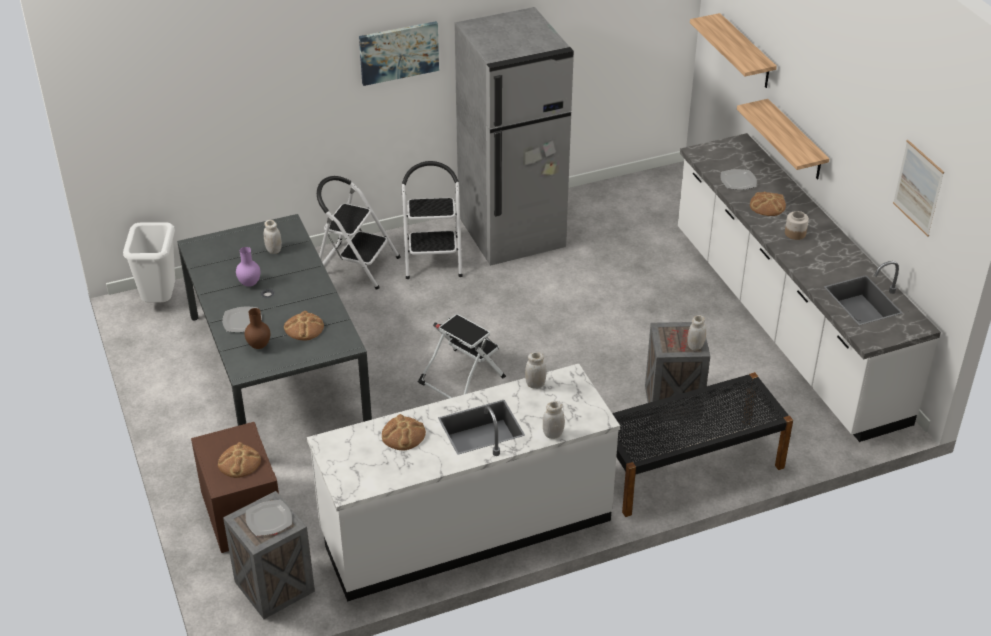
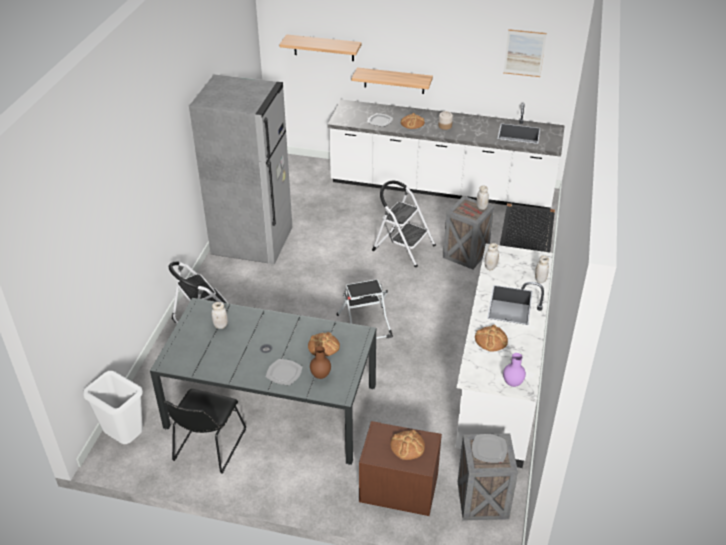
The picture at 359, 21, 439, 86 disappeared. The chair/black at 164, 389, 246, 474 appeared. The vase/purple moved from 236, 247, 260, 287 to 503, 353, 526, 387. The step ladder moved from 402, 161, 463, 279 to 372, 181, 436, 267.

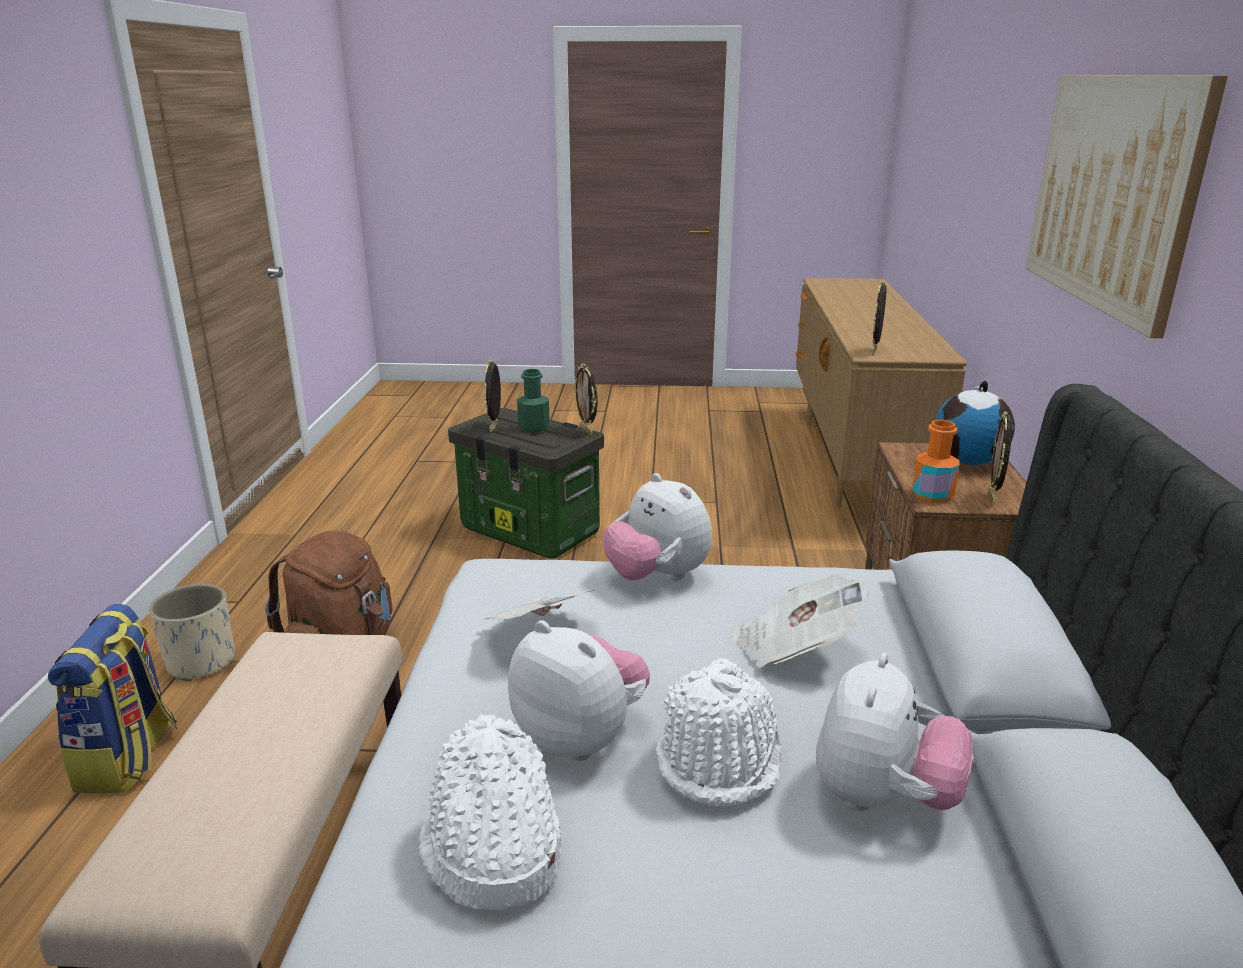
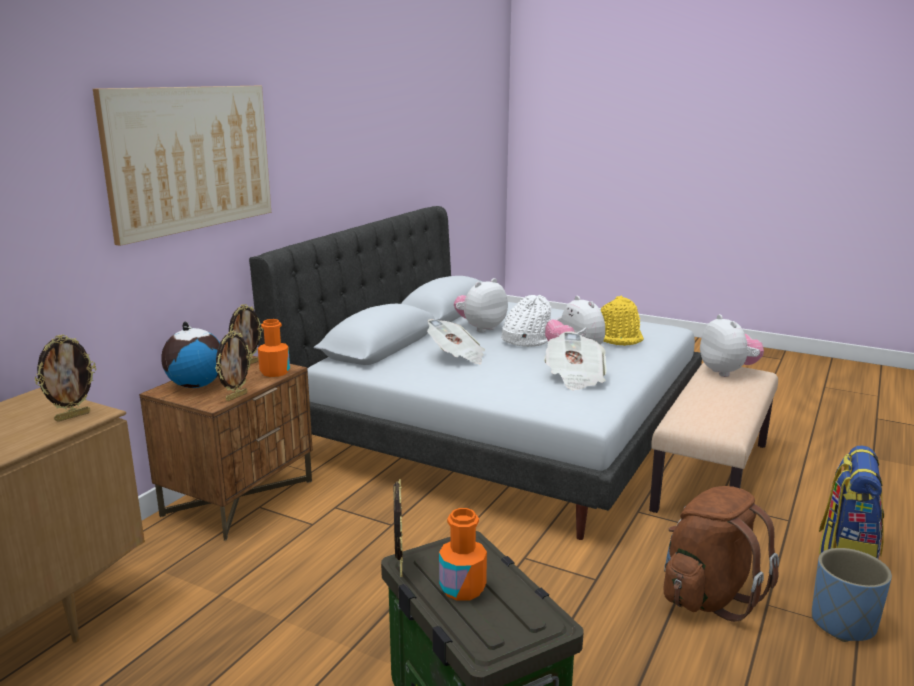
The picture frame moved from 484, 360, 501, 432 to 215, 330, 252, 401. The plush toy moved from 603, 473, 712, 581 to 700, 314, 764, 377. The planter/beige at 149, 584, 235, 681 became the planter/blue at 812, 548, 892, 642. The hat/white at 419, 714, 561, 910 became the hat/yellow at 601, 296, 644, 346. The bottle/green at 517, 369, 550, 432 became the bottle/orange at 439, 508, 487, 601.

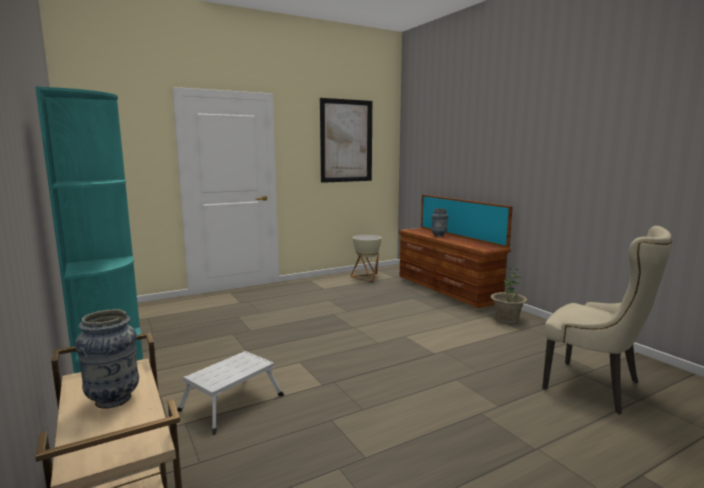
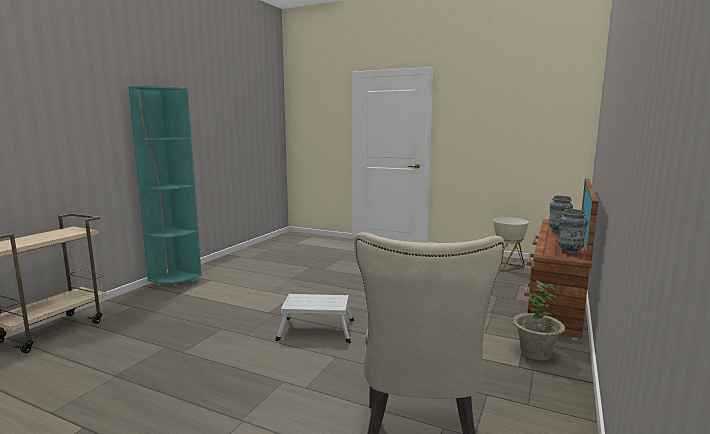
The picture at 320, 98, 372, 183 disappeared. The vase moved from 75, 309, 139, 409 to 558, 209, 587, 254. The step ladder/white moved from 177, 351, 284, 435 to 275, 294, 354, 343.

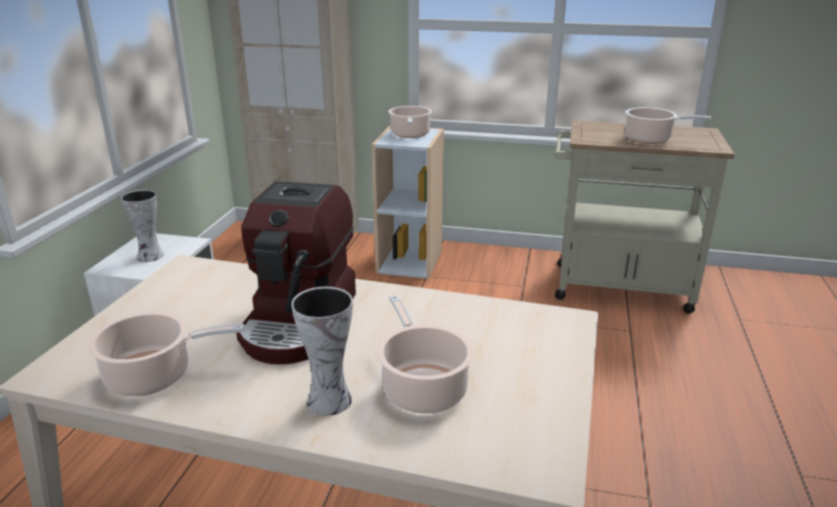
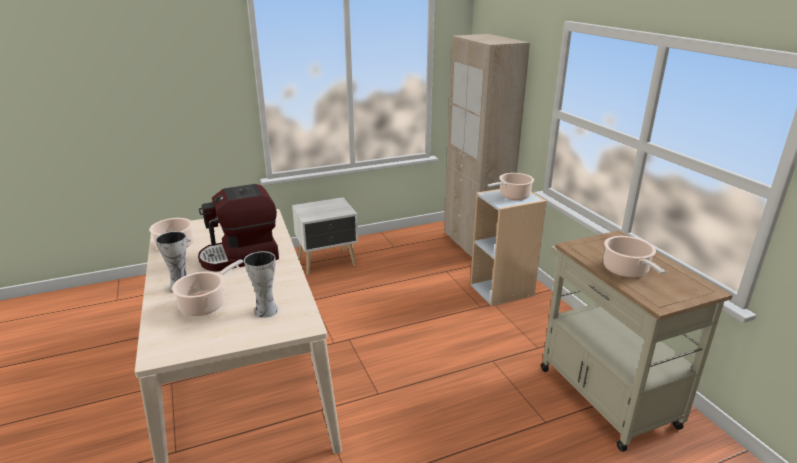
The vase moved from 121, 190, 164, 262 to 244, 251, 278, 318.

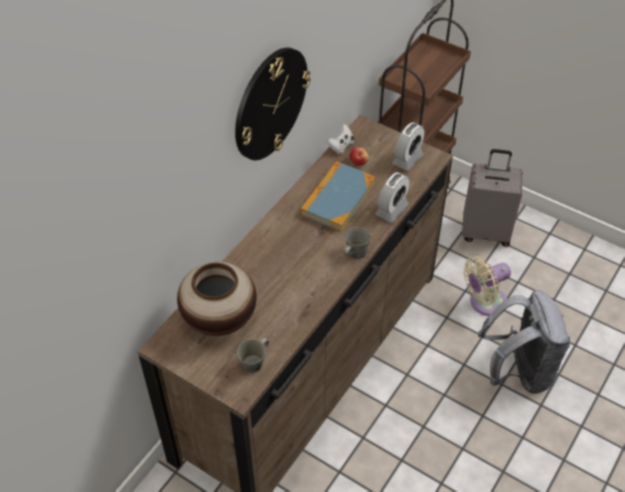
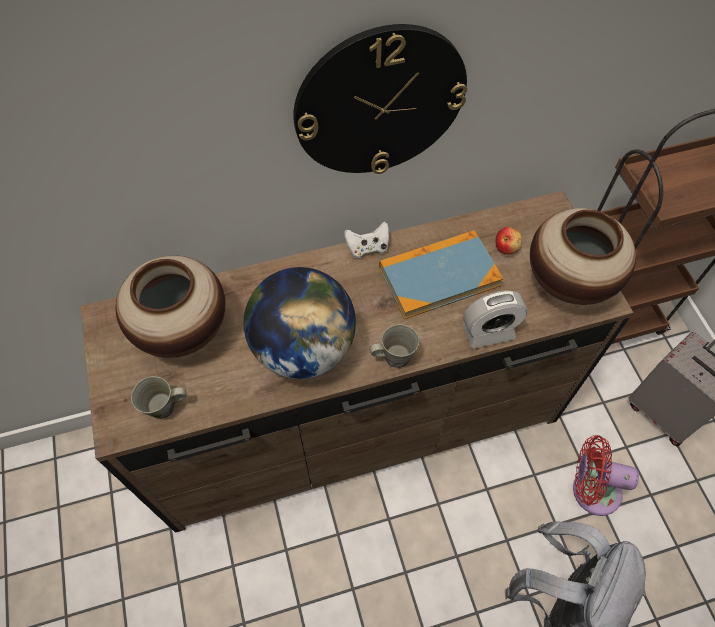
The globe at 244, 267, 356, 379 appeared. The game controller/white moved from 326, 124, 354, 154 to 344, 221, 389, 258. The alarm clock at 392, 122, 424, 171 was replaced by the vase at 530, 208, 636, 305. The fan/beige at 463, 256, 511, 316 became the fan/red at 573, 435, 639, 516.

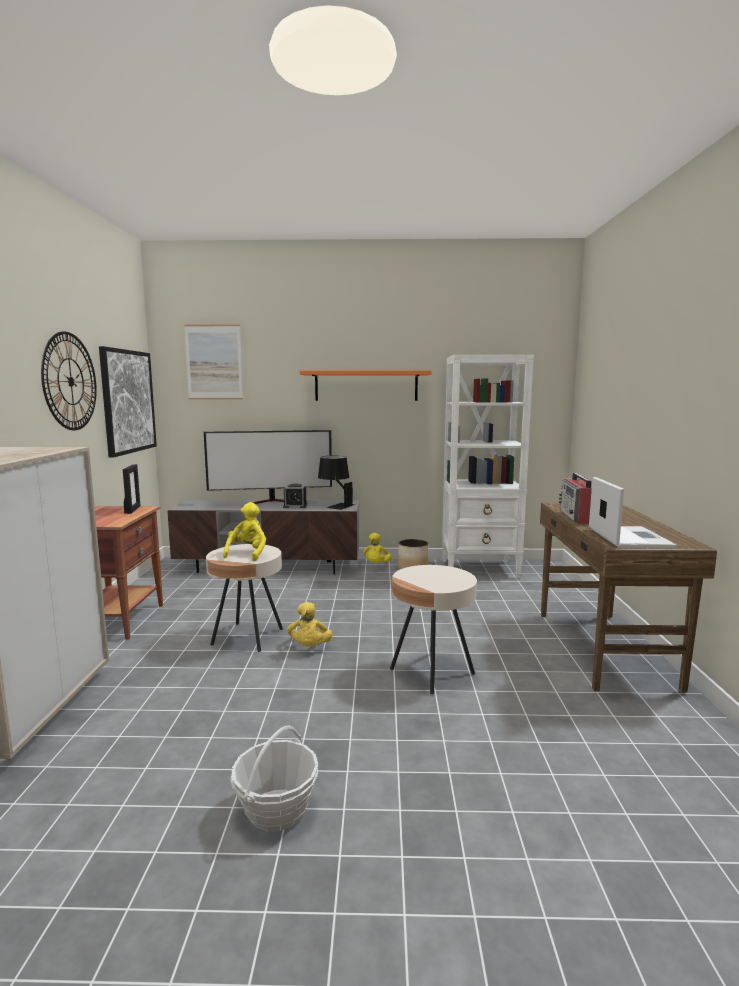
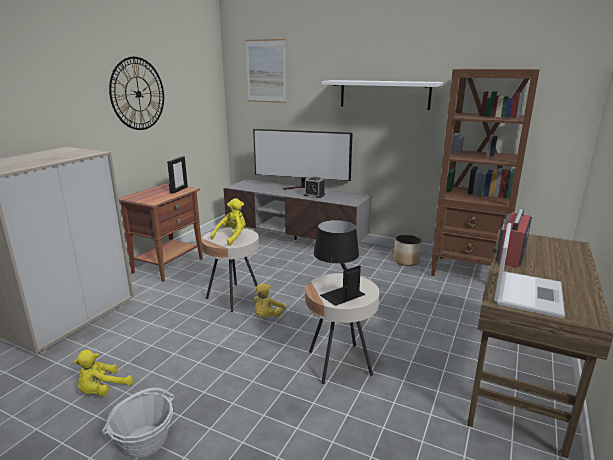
The picture at 99, 346, 157, 458 disappeared. The table lamp/black moved from 318, 456, 355, 510 to 314, 220, 365, 306. The plush toy/yellow moved from 363, 533, 392, 563 to 73, 350, 133, 396. The shelf/orange at 300, 370, 432, 401 became the shelf/white at 322, 80, 443, 110. The bookcase/white at 442, 354, 534, 578 became the bookcase/brown at 431, 69, 540, 276.

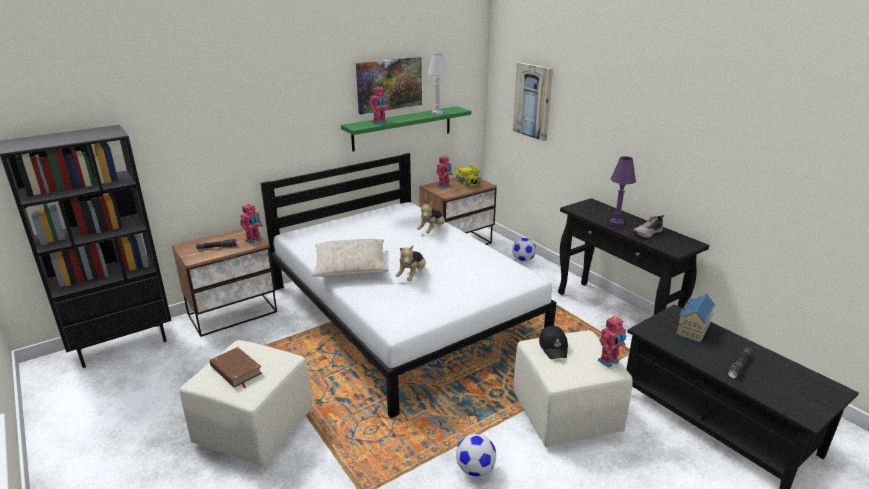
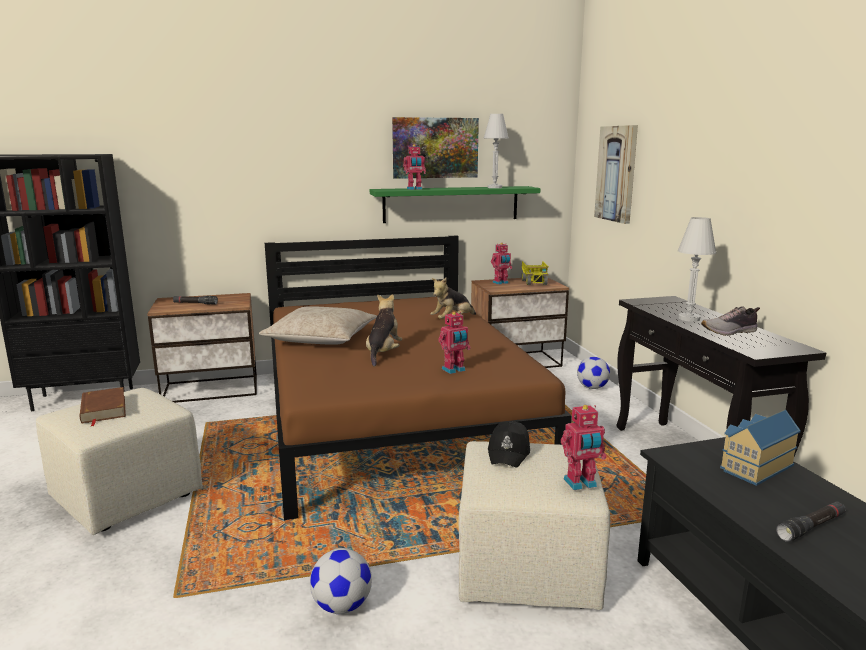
The toy robot moved from 240, 203, 263, 244 to 438, 312, 471, 374. The bed/white at 261, 153, 557, 418 became the bed/brown at 265, 235, 572, 520. The table lamp/purple at 610, 156, 636, 226 became the table lamp/white at 678, 217, 716, 322. The plush toy at 395, 246, 426, 281 turned 150 degrees clockwise.

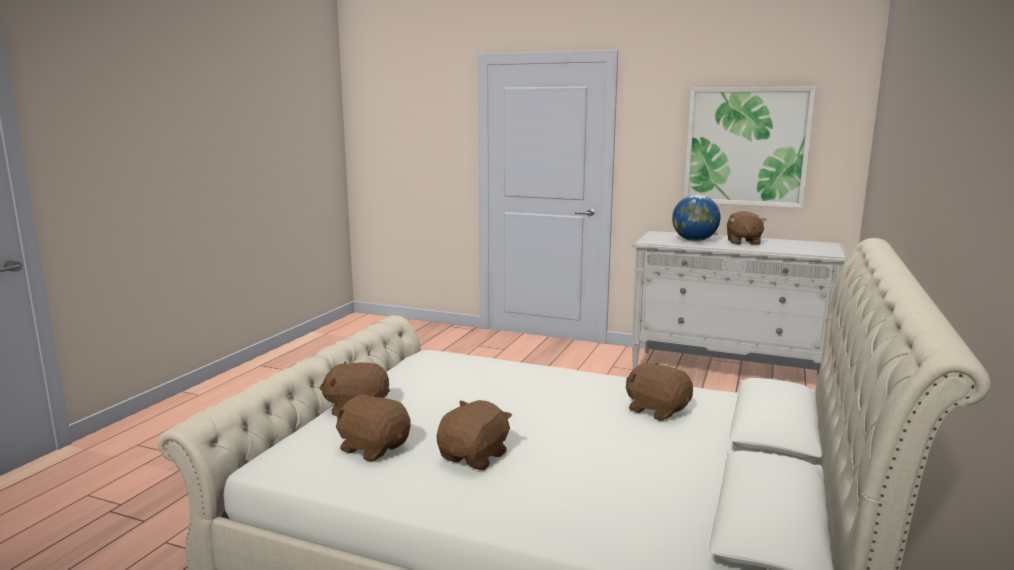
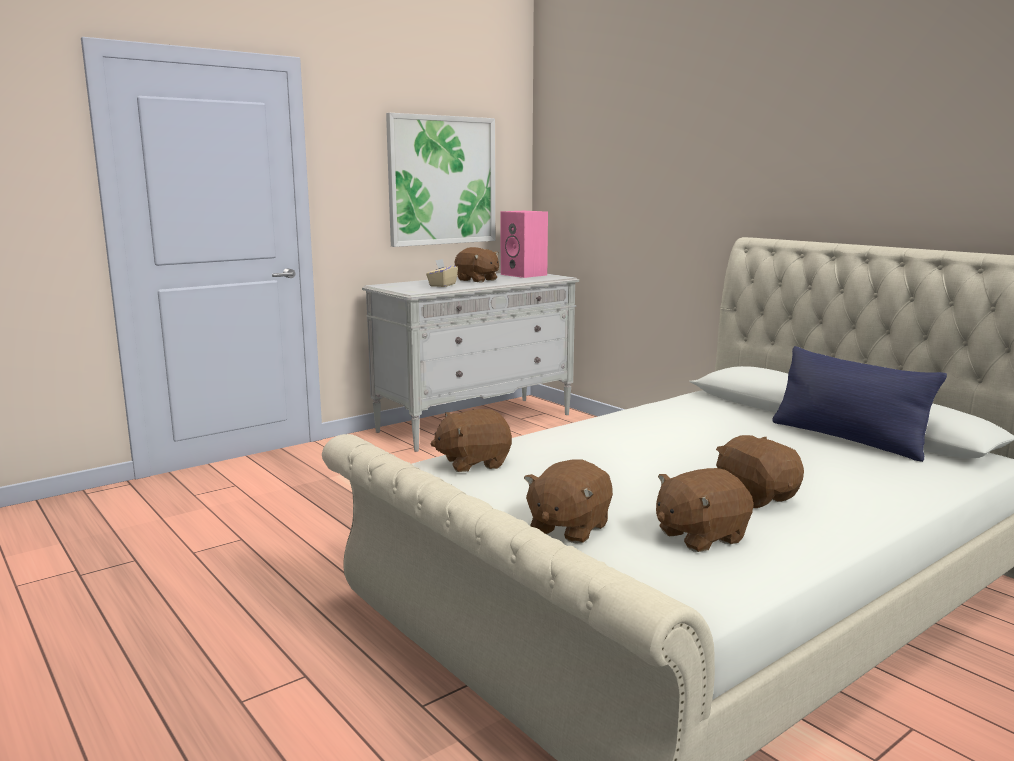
The speaker/pink at 501, 211, 548, 278 appeared. The pillow/blue at 772, 346, 947, 462 appeared. The plush toy/brown moved from 626, 362, 693, 421 to 431, 409, 512, 472. The globe at 672, 195, 720, 241 was replaced by the tissue box/beige at 426, 259, 458, 287.

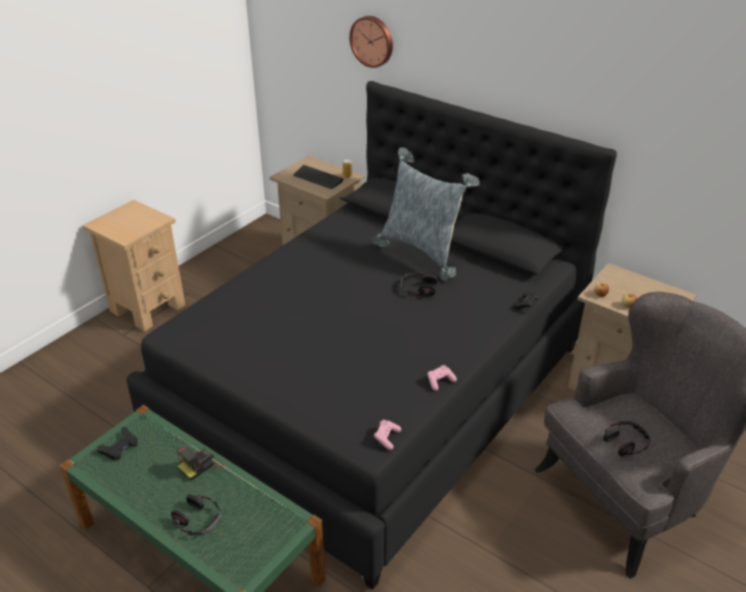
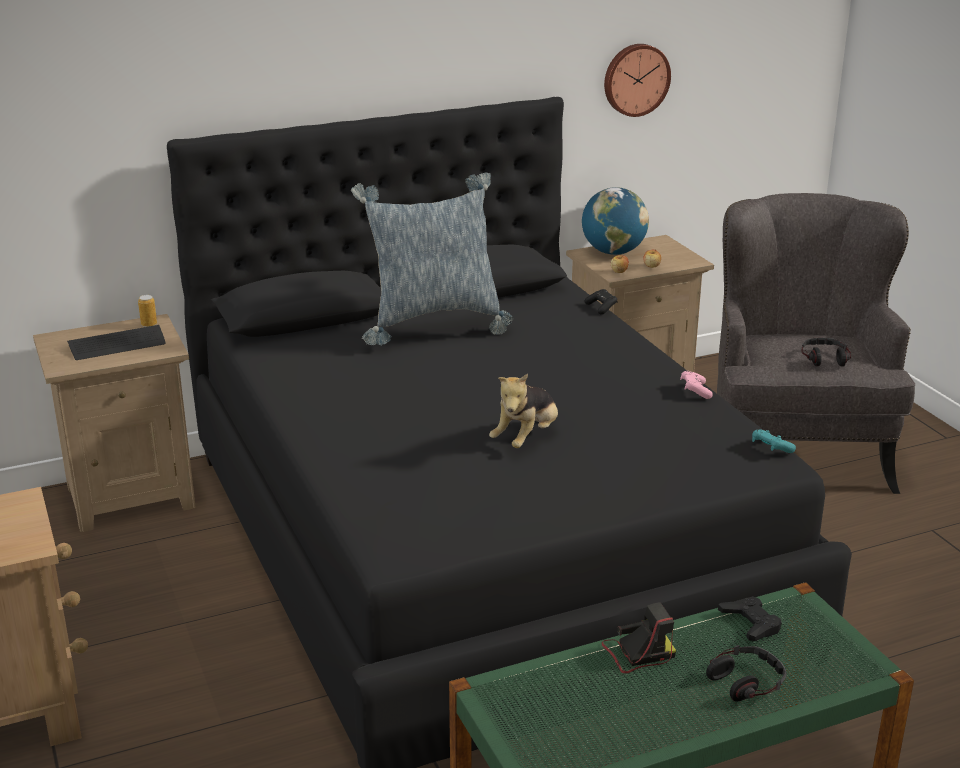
The headphones at 400, 272, 438, 296 disappeared. The plush toy at 489, 374, 558, 448 appeared. The globe at 582, 187, 649, 255 appeared. The game controller/black moved from 97, 427, 138, 461 to 718, 596, 782, 641. The wall clock moved from 349, 16, 393, 68 to 604, 44, 671, 117. The game controller/pink at 374, 420, 401, 450 became the game controller/turquoise at 752, 429, 796, 453. The photo camera at 177, 446, 225, 481 turned 90 degrees counterclockwise.

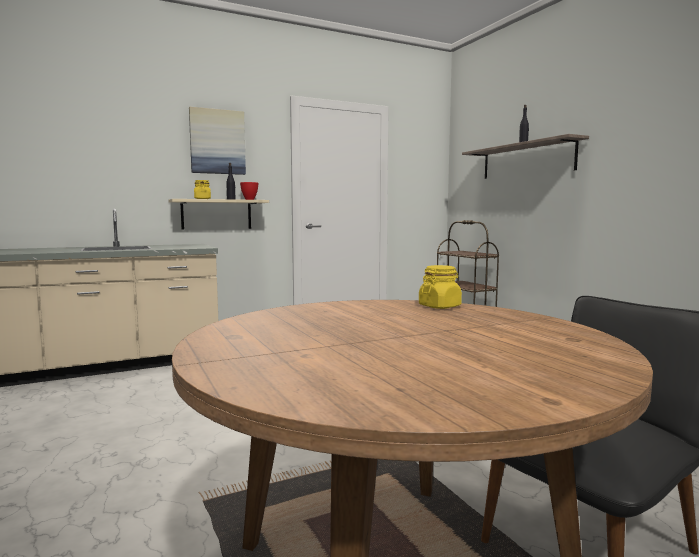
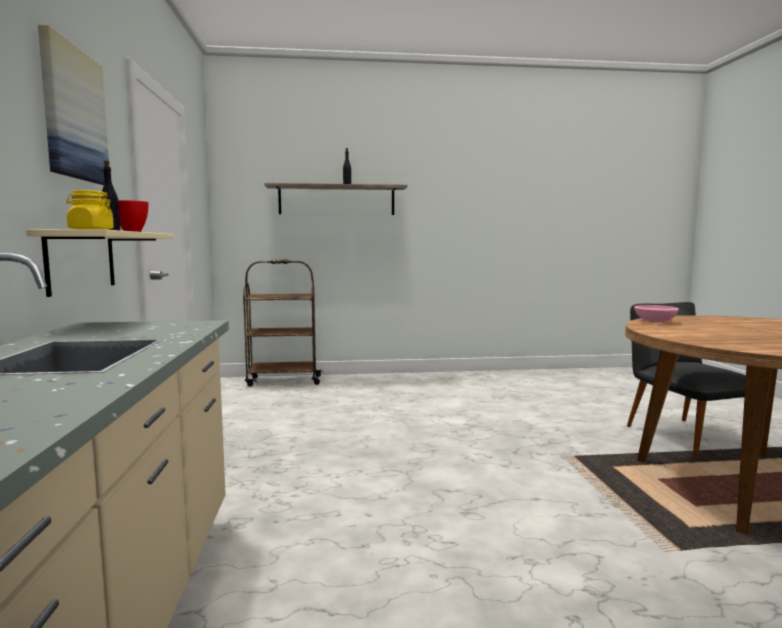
The jar/yellow at 419, 265, 462, 309 was replaced by the bowl/pink at 634, 305, 679, 323.

